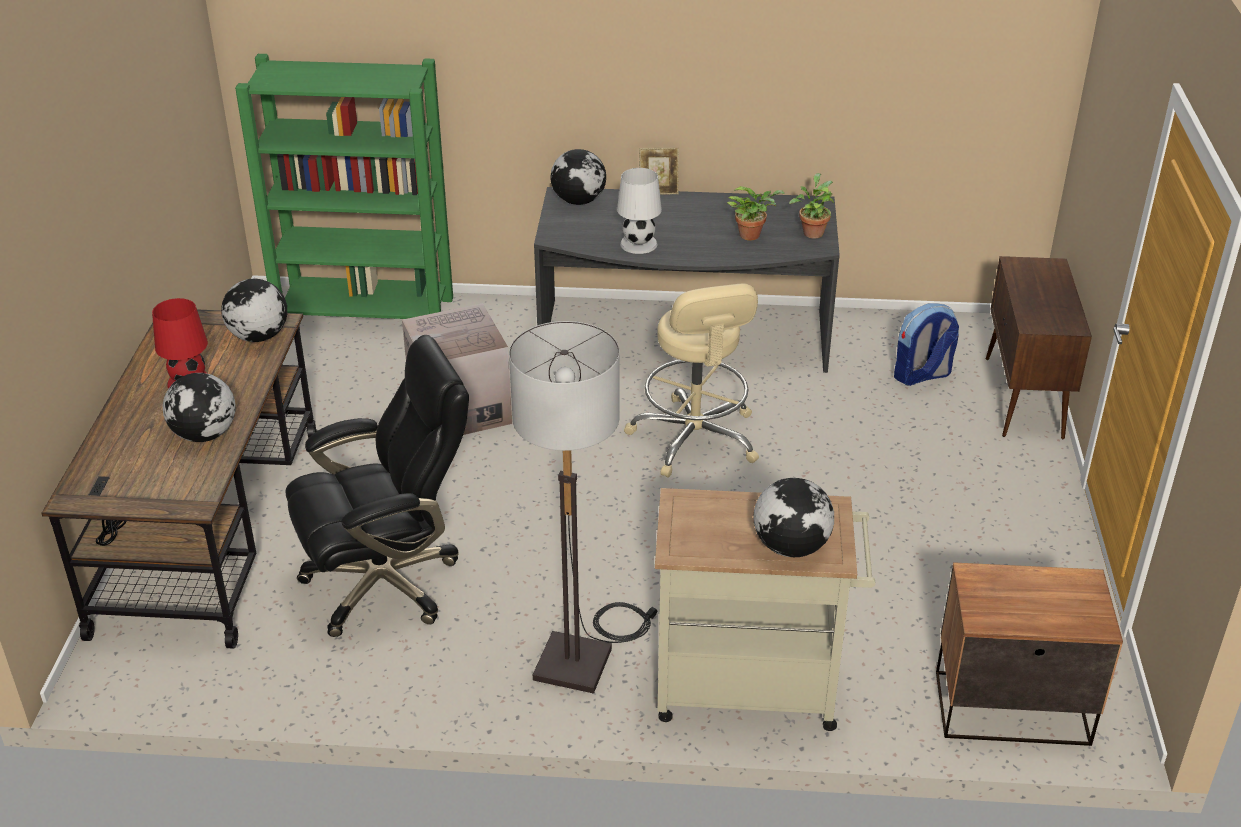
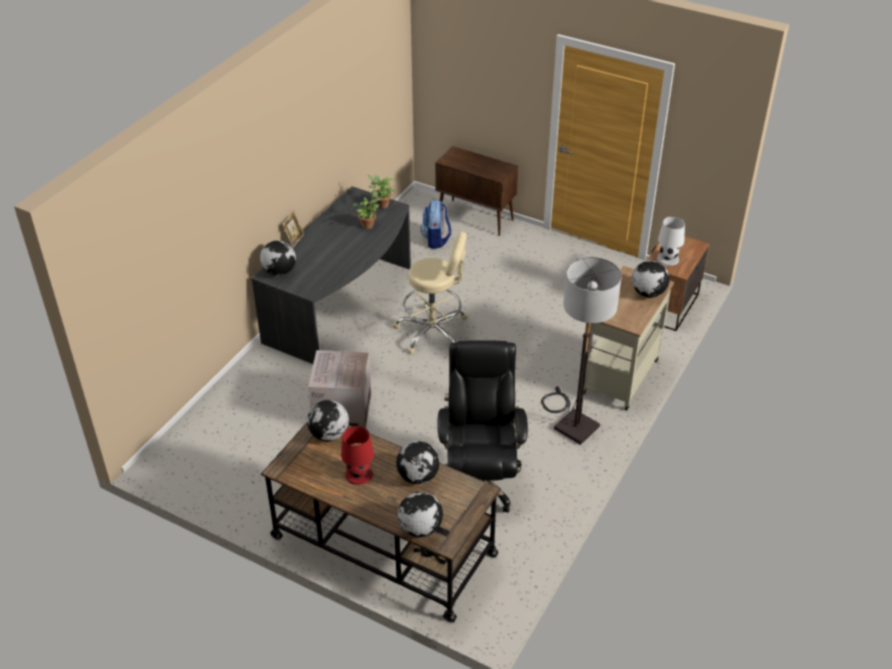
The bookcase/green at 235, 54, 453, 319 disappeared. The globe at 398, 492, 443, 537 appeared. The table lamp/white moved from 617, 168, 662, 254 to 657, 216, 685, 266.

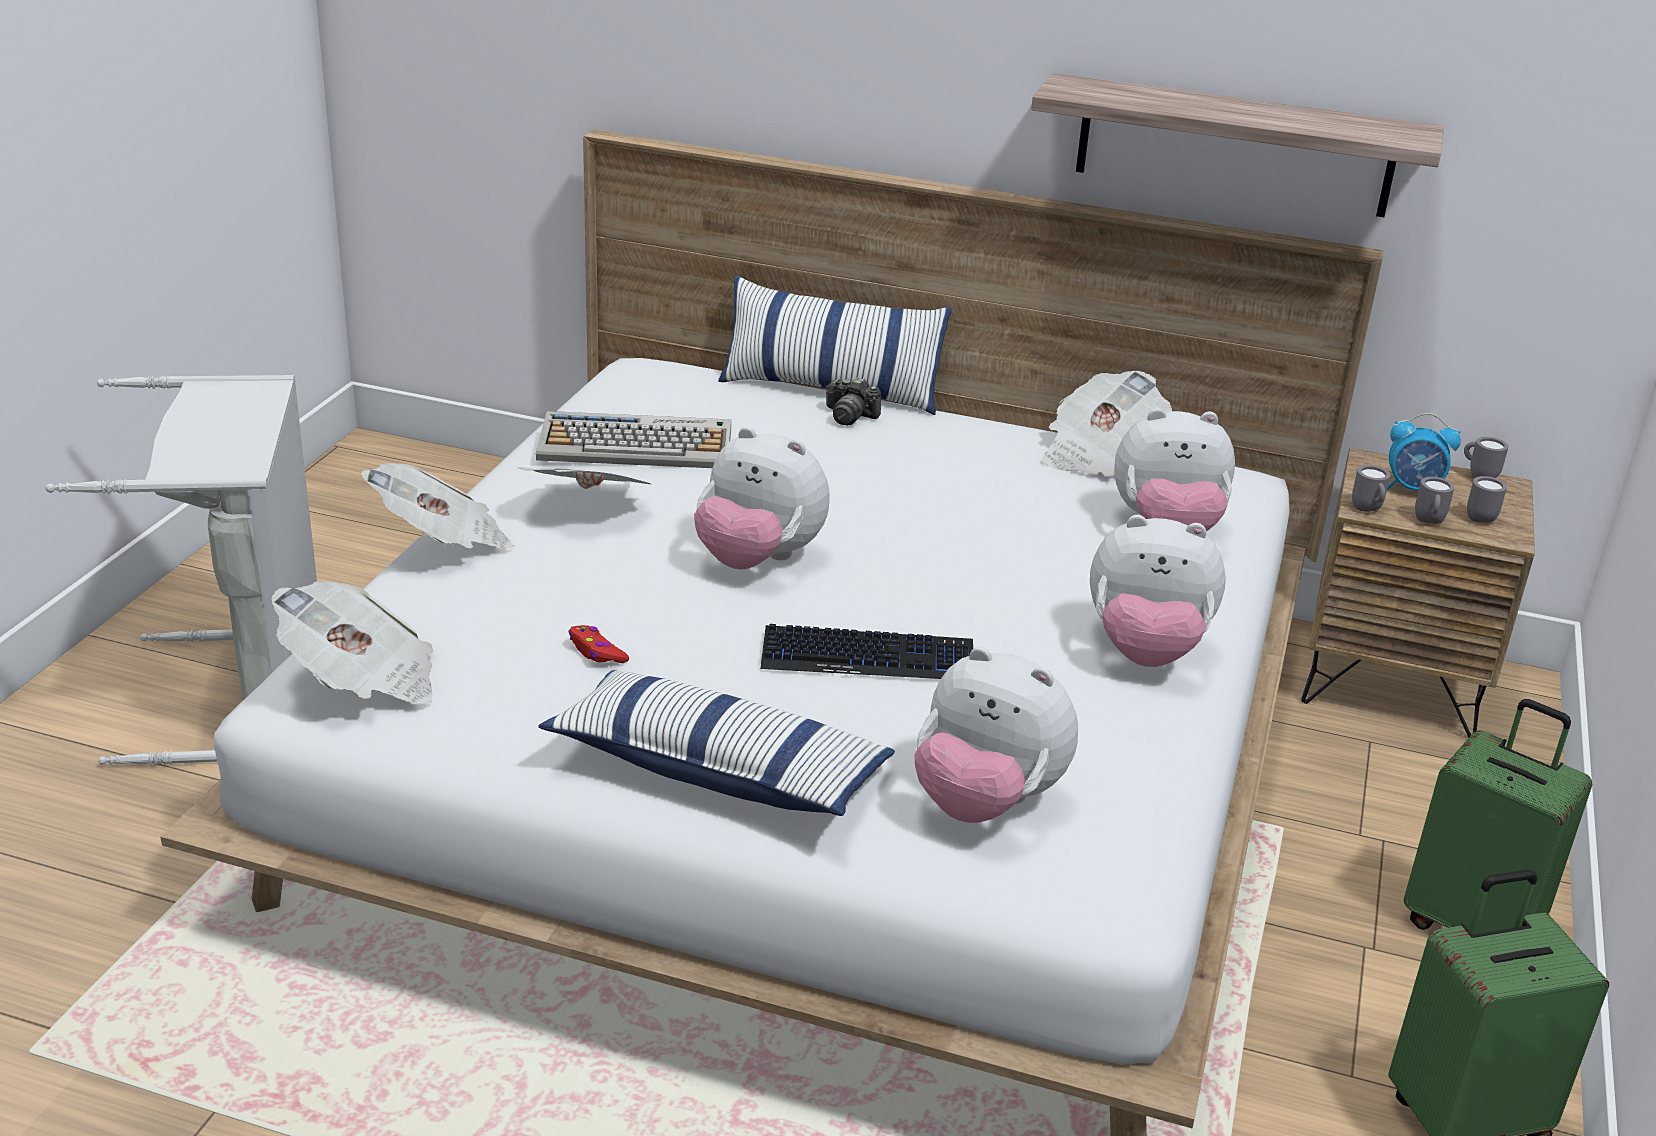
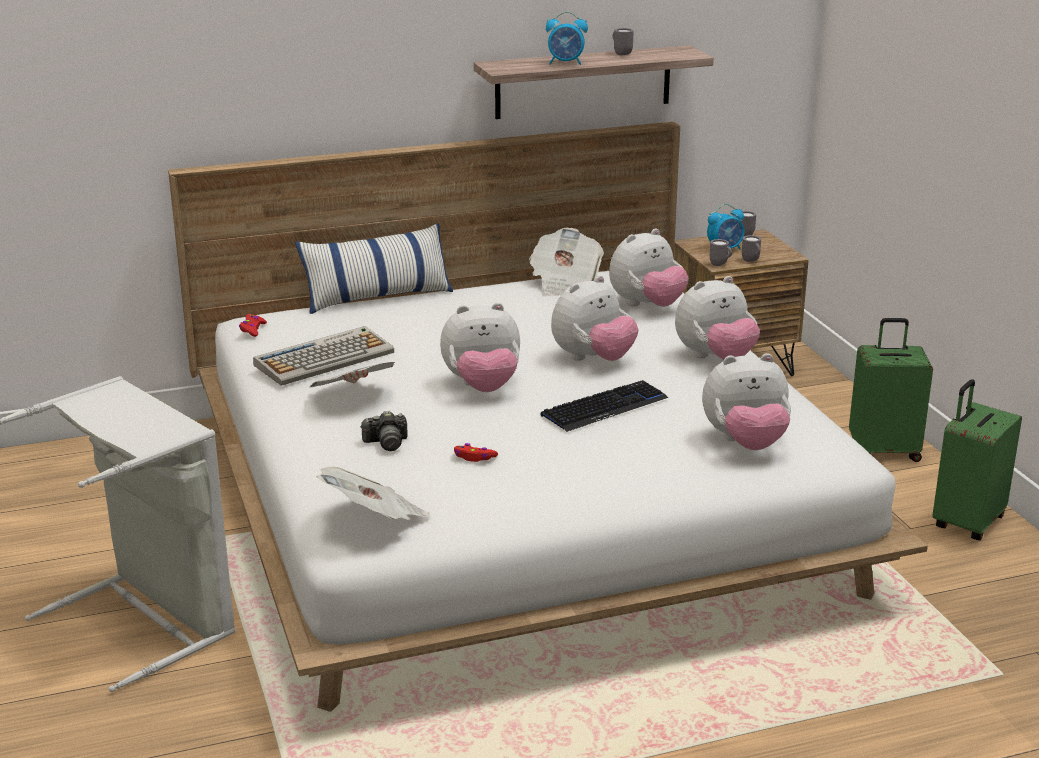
The newspaper at 361, 463, 515, 549 disappeared. The pillow at 538, 670, 895, 816 disappeared. The game controller/red at 239, 314, 267, 337 appeared. The alarm clock at 546, 11, 588, 65 appeared. The plush toy at 551, 275, 638, 361 appeared. The photo camera moved from 826, 377, 881, 425 to 360, 411, 408, 451. The mug/grey moved from 1467, 476, 1507, 523 to 613, 28, 634, 55.

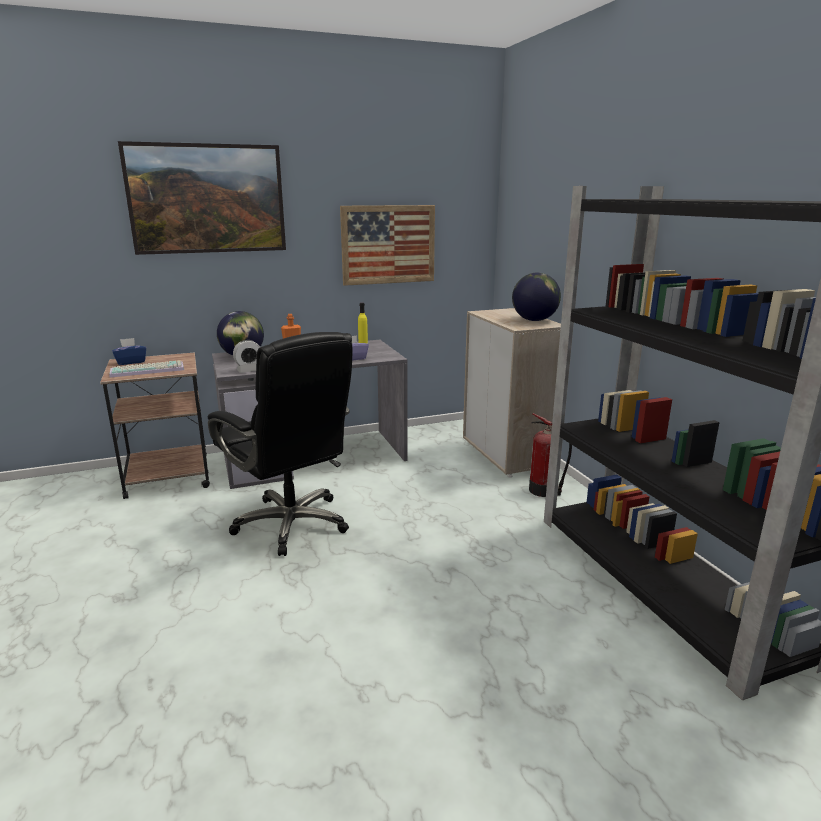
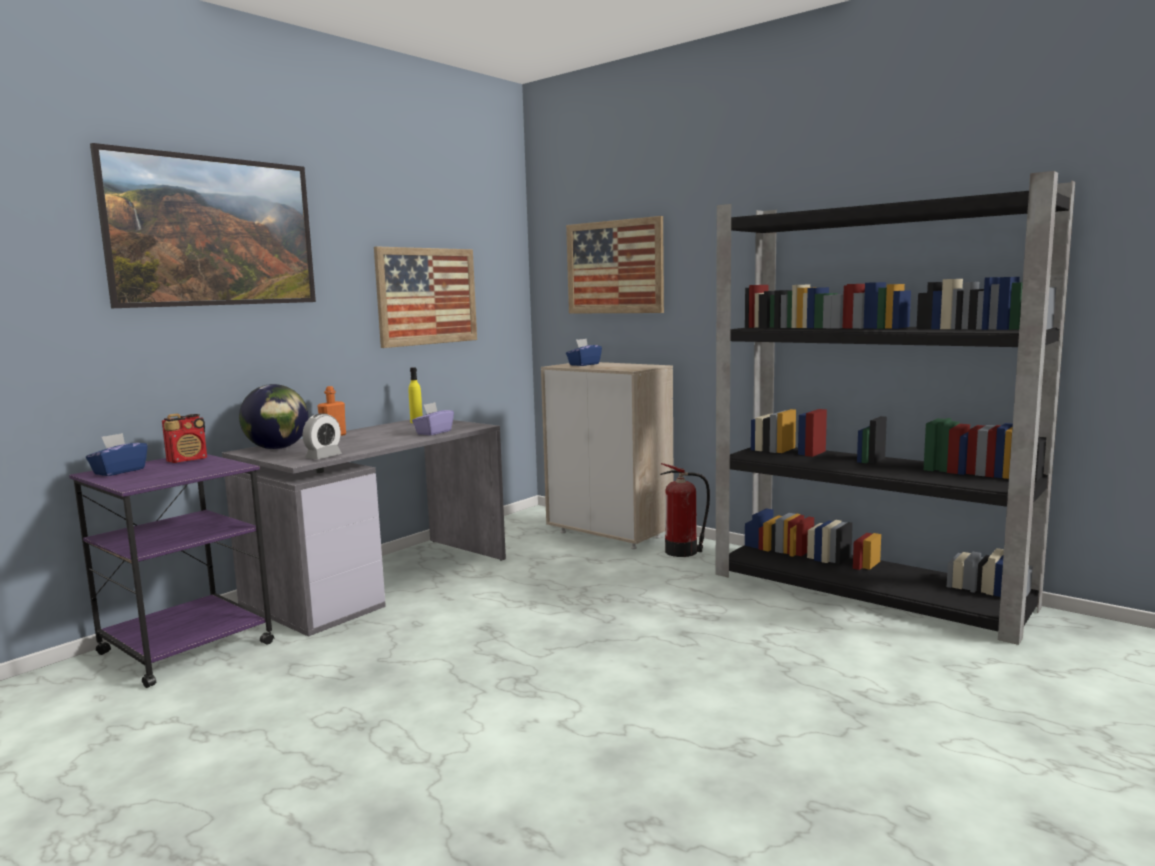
The keyboard at 109, 360, 184, 378 disappeared. The office chair/black at 208, 332, 352, 556 disappeared. The globe at 512, 273, 561, 321 disappeared. The radio at 162, 413, 207, 463 appeared. The picture at 566, 216, 664, 313 appeared. The tissue box/blue at 566, 339, 602, 366 appeared. The cart/brown at 100, 352, 210, 499 became the cart/purple at 69, 454, 274, 688.

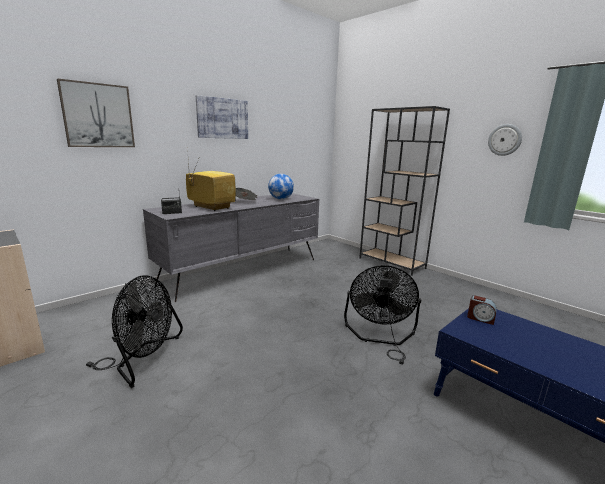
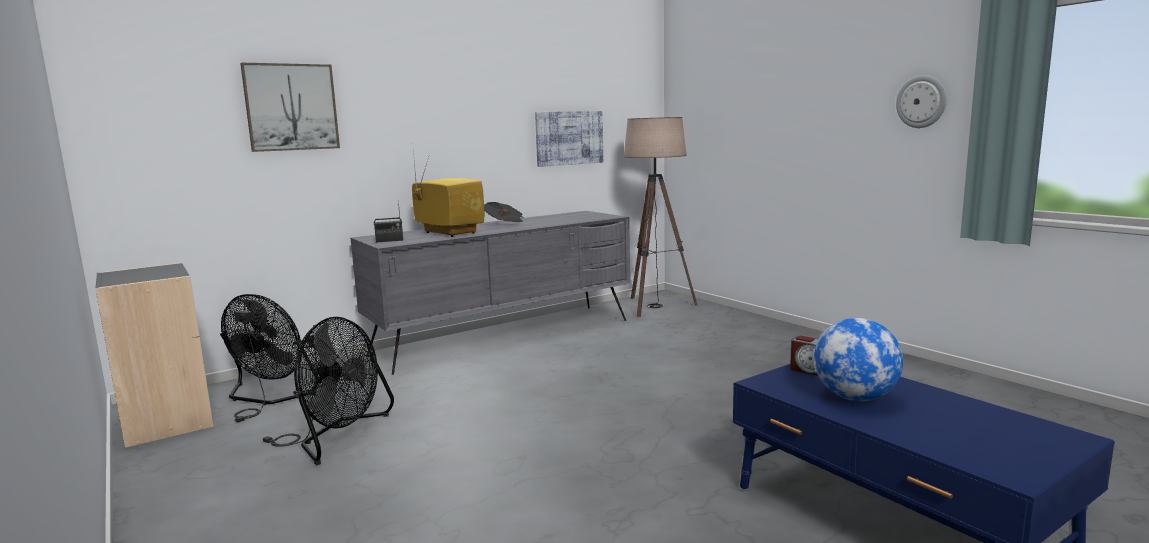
The bookcase at 359, 106, 450, 276 disappeared. The floor lamp at 624, 117, 698, 317 appeared. The picture moved from 196, 95, 248, 139 to 535, 111, 603, 167. The globe moved from 268, 174, 294, 200 to 814, 318, 903, 401. The fan/black moved from 344, 265, 421, 365 to 220, 294, 318, 423.

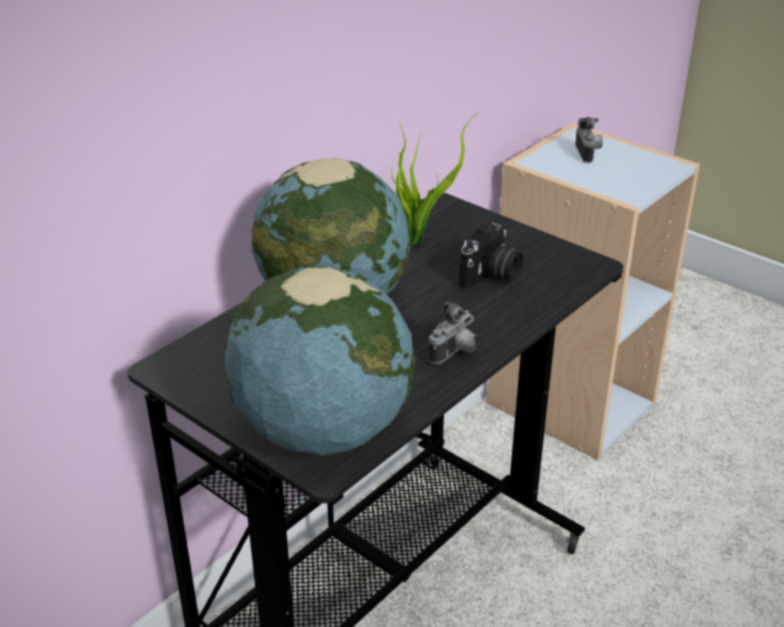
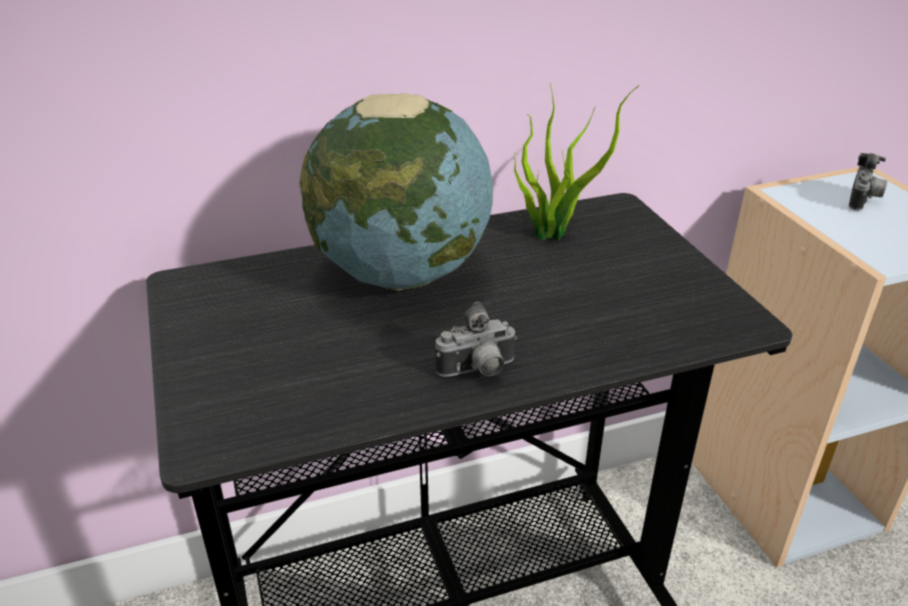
The globe at 224, 266, 415, 456 disappeared. The photo camera at 459, 222, 523, 289 disappeared.

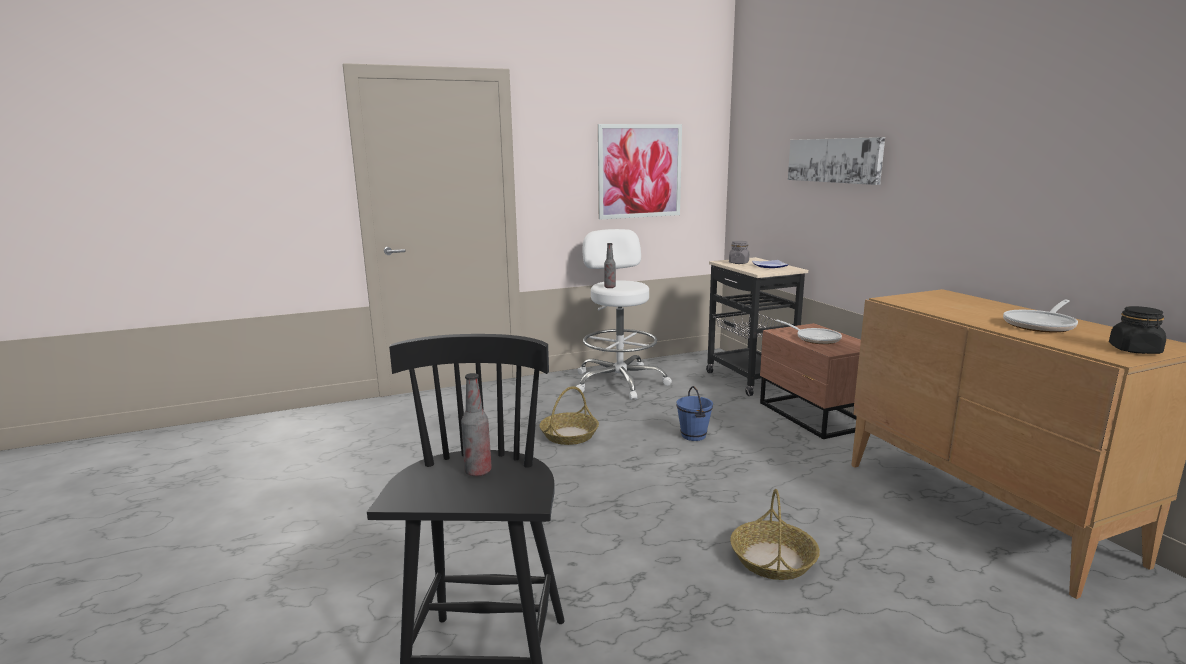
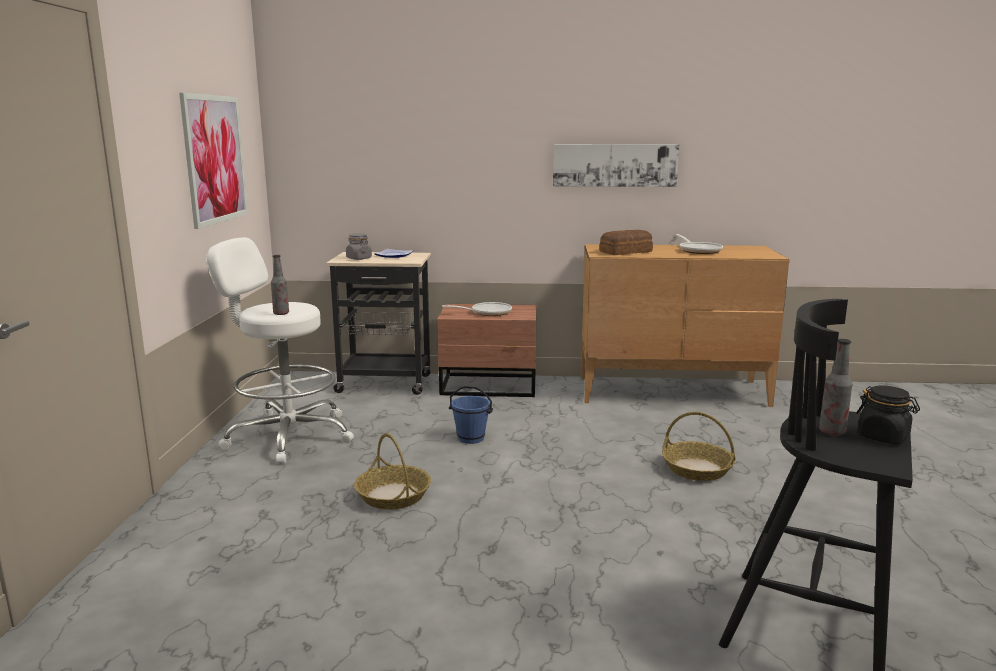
The bread at 599, 230, 653, 255 appeared. The picture moved from 788, 137, 885, 185 to 553, 144, 679, 187. The jar/black moved from 1109, 306, 1166, 354 to 856, 385, 920, 444.

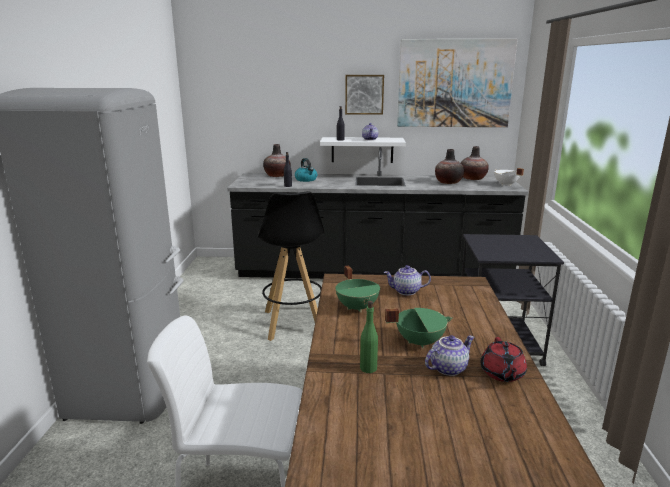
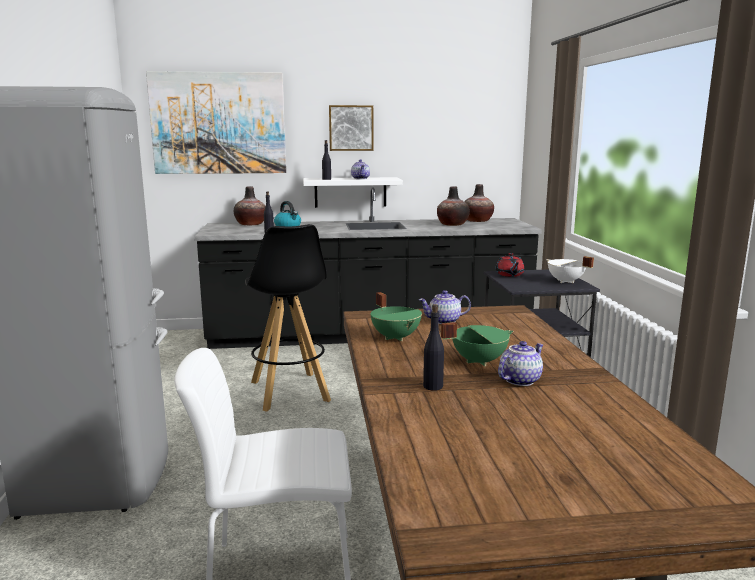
The picture moved from 397, 39, 518, 127 to 146, 71, 286, 174. The teapot/red moved from 480, 337, 527, 382 to 496, 253, 525, 277. The cooking pot/white moved from 494, 168, 524, 186 to 546, 256, 594, 283. The bottle/green at 360, 301, 378, 373 became the bottle/black at 423, 304, 444, 391.

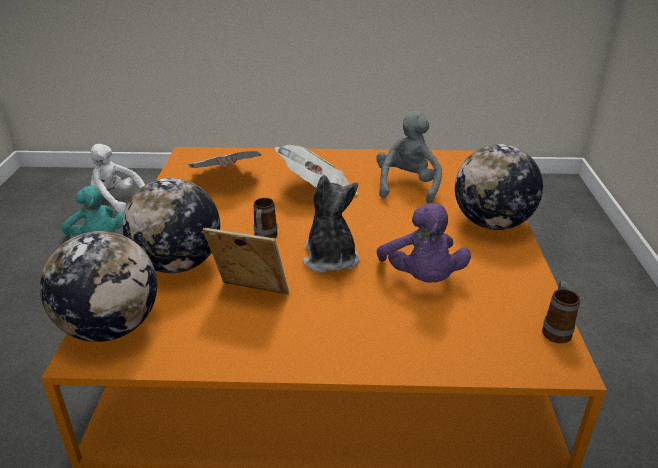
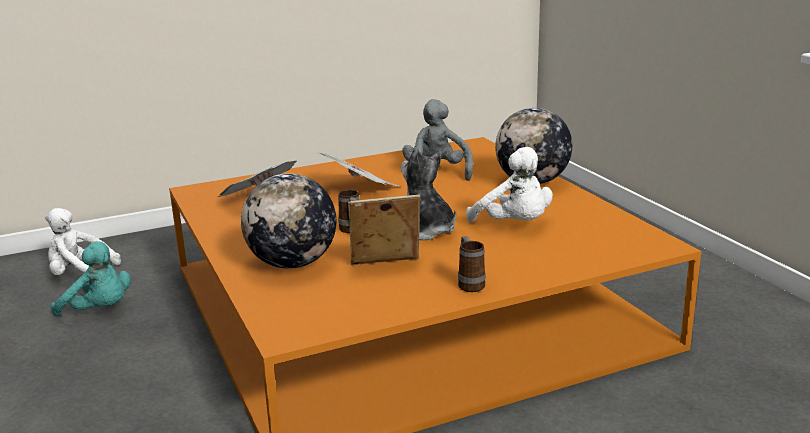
The globe at 40, 231, 157, 342 disappeared. The mug moved from 542, 281, 580, 343 to 458, 236, 486, 292. The plush toy/purple at 377, 203, 471, 283 became the plush toy/white at 466, 147, 553, 222.

